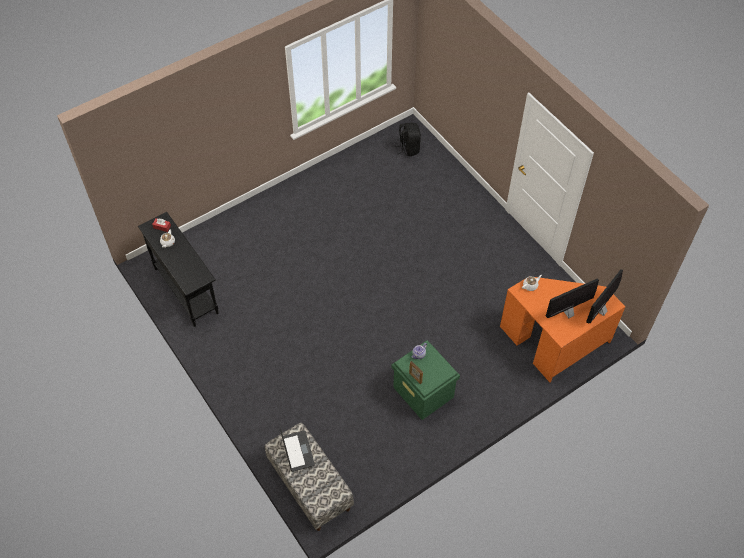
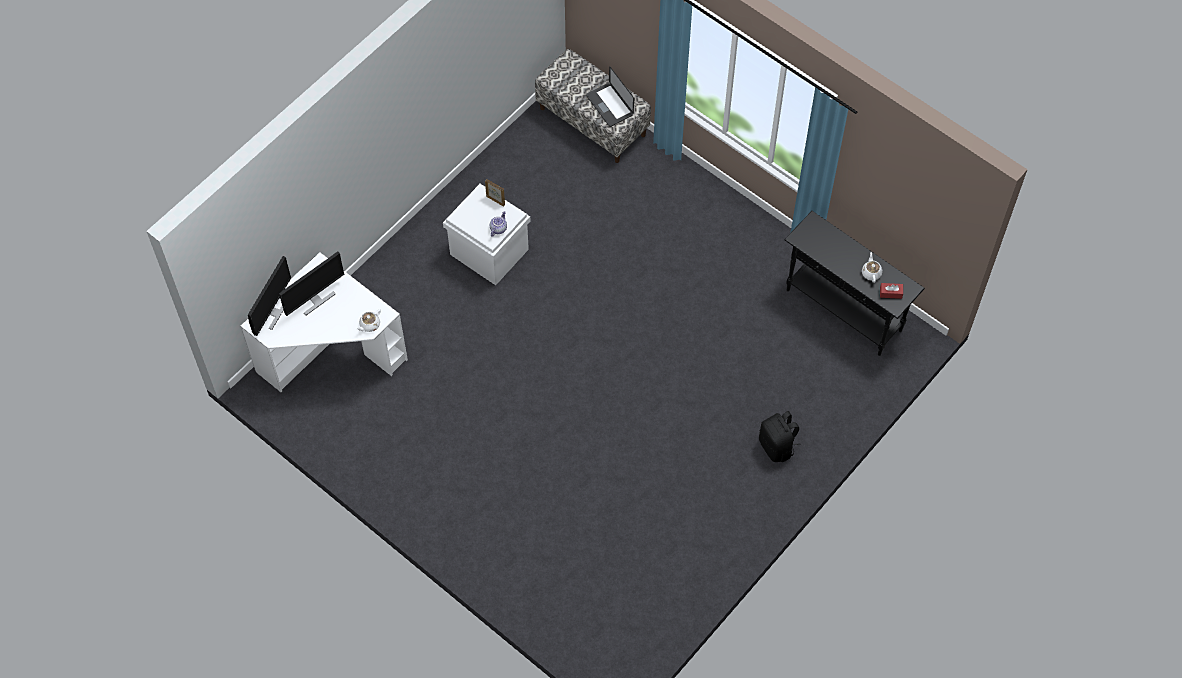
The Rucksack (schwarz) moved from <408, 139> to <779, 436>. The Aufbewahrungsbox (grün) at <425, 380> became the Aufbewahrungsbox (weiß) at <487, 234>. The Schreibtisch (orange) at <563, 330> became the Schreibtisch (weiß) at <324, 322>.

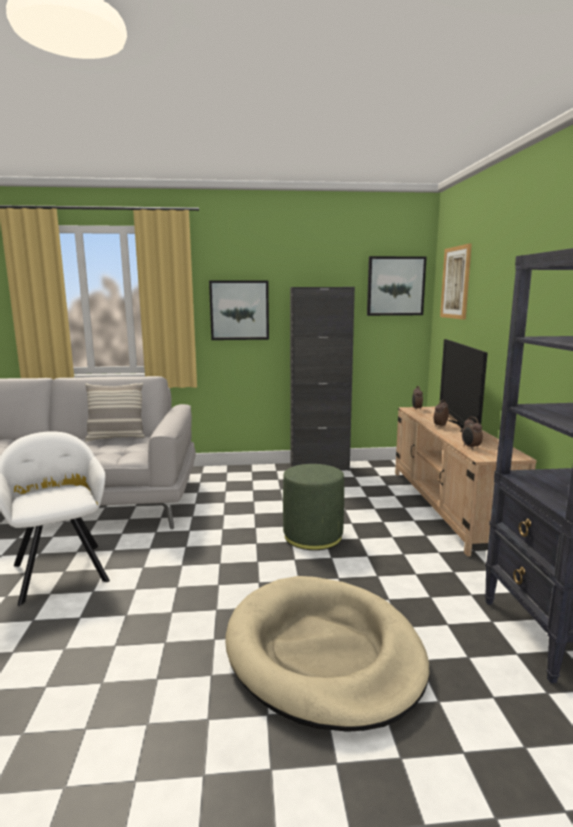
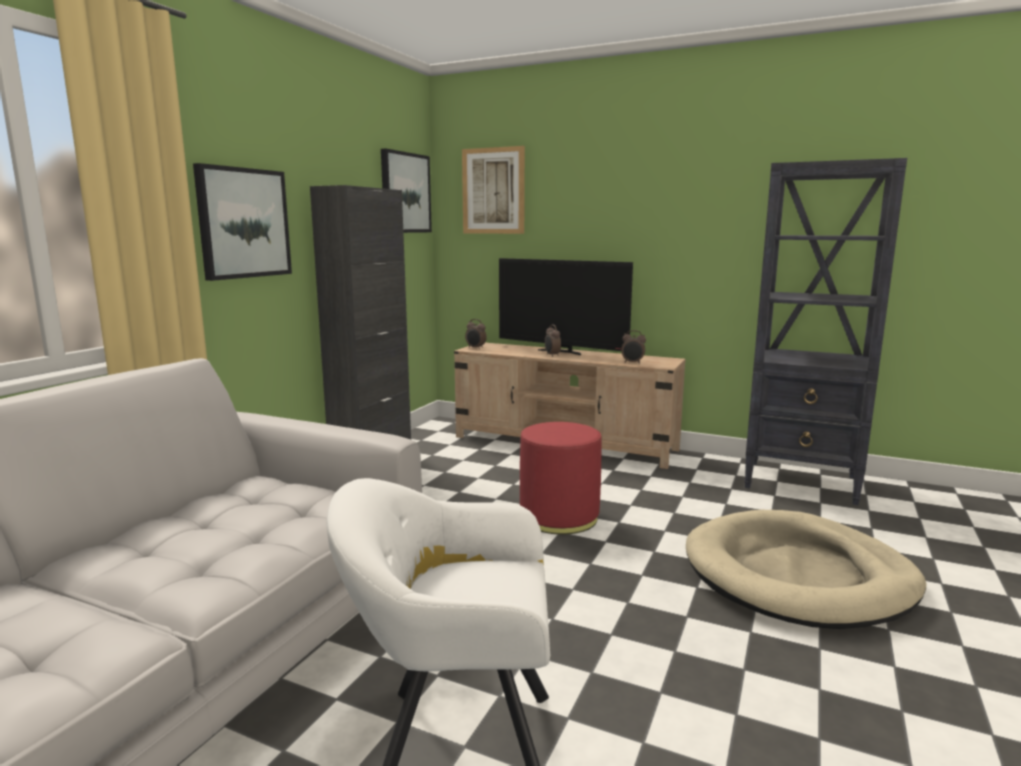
The Kissen at <115, 412> disappeared. The Polsterhocker (grün) at <313, 507> became the Polsterhocker (rot) at <560, 478>.

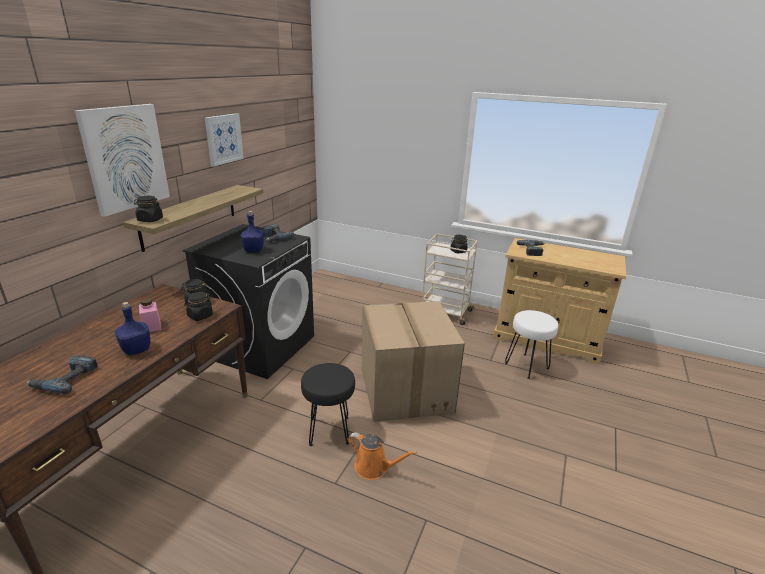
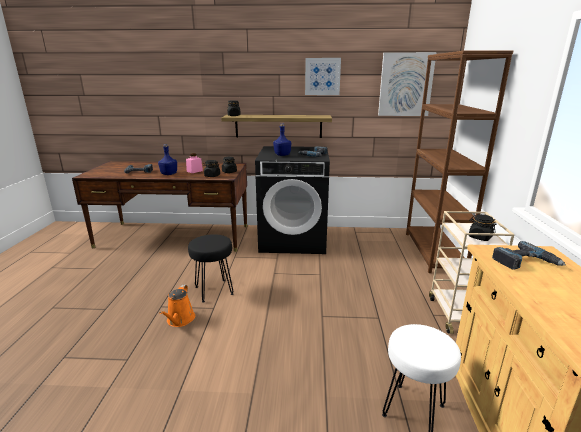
The Karton at <413, 361> disappeared. The Bücherregal (braun) at <460, 161> appeared. The Bild moved from <122, 160> to <407, 84>.

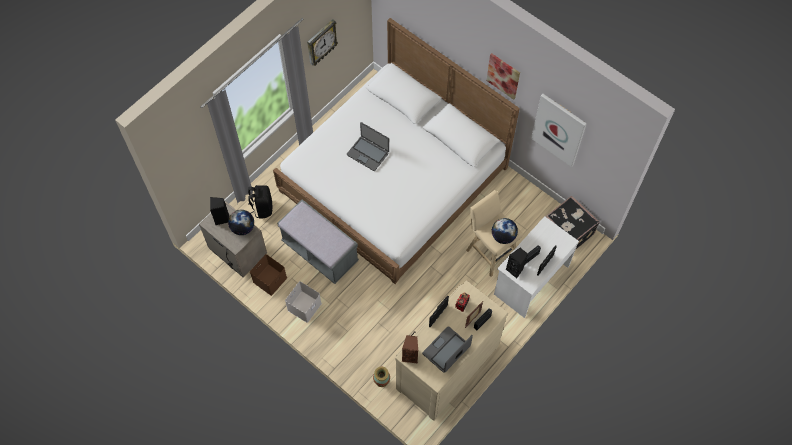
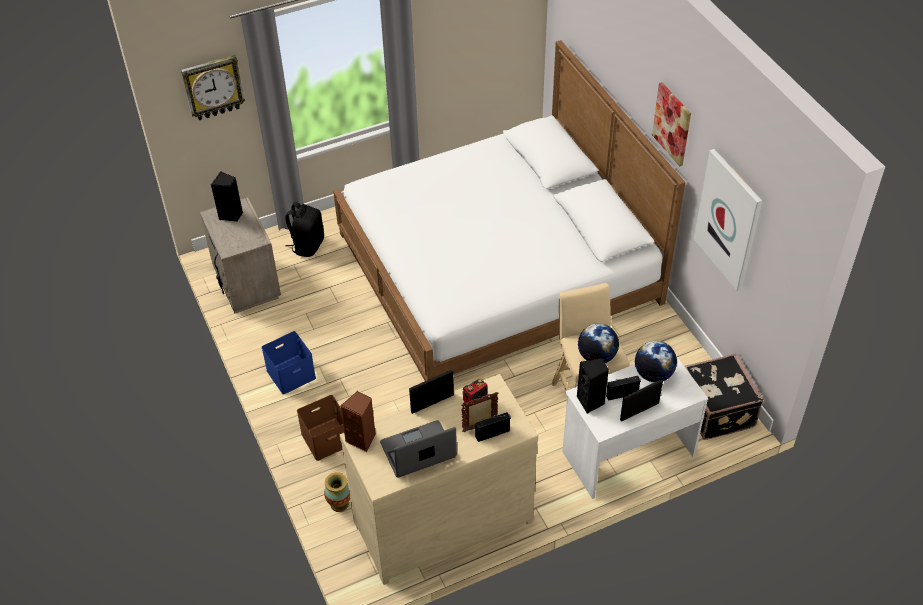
The Bank (grau) at <318, 241> disappeared. The Laptop at <368, 146> disappeared. The Globus moved from <241, 222> to <656, 361>. The Aufbewahrungsbox (braun) moved from <268, 275> to <320, 428>. The Wanduhr moved from <322, 42> to <213, 87>. The Aufbewahrungsbox (weiß) at <303, 302> became the Aufbewahrungsbox (blau) at <289, 363>.

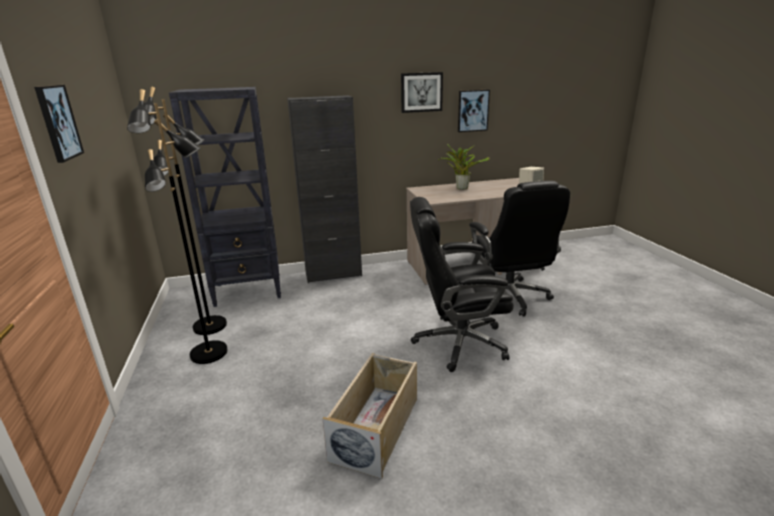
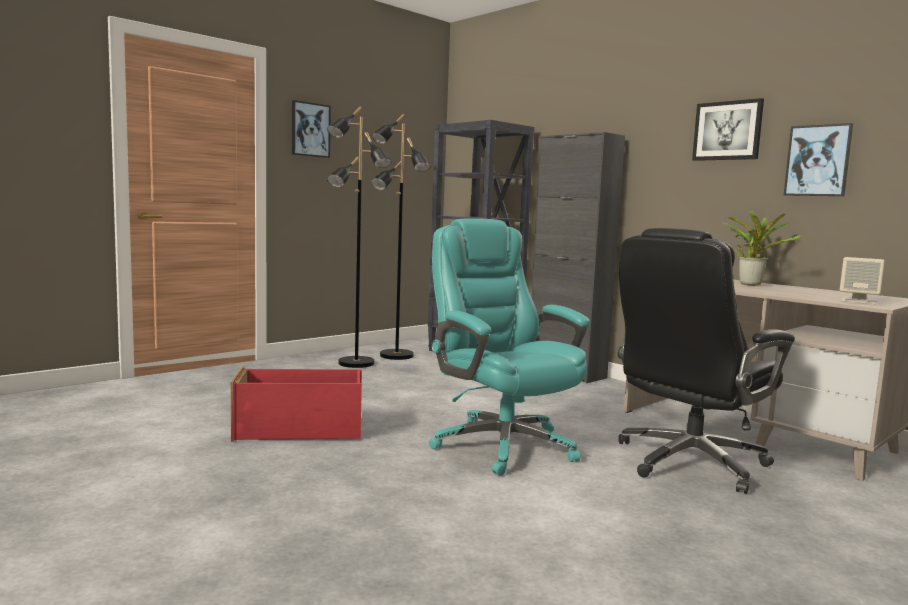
The Aufbewahrungsbox (beige) at <370, 416> became the Aufbewahrungsbox (rot) at <296, 404>. The Bürostuhl (schwarz) at <462, 284> became the Bürostuhl (türkis) at <509, 347>.

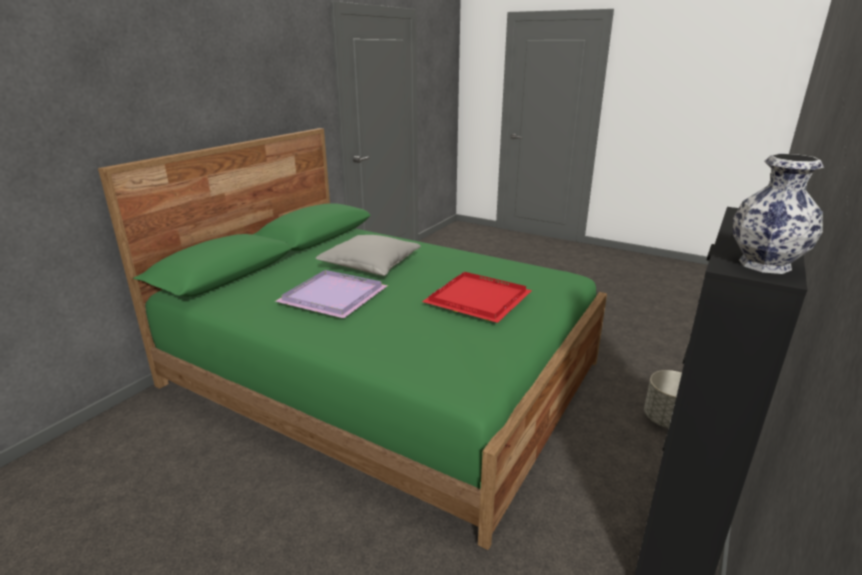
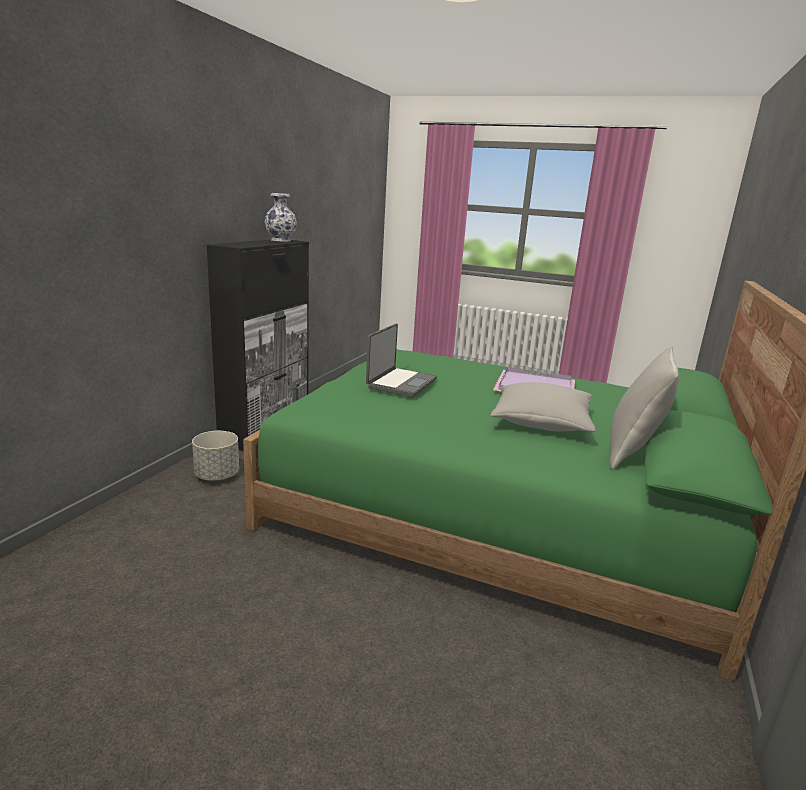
The Kissen (grau) at <644, 408> appeared. The Tablett (rot) at <477, 297> was replaced by the Laptop at <401, 360>.

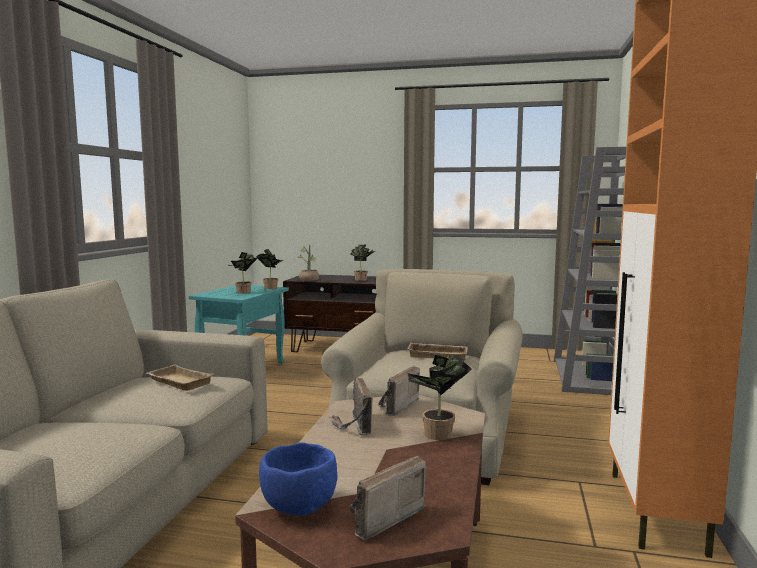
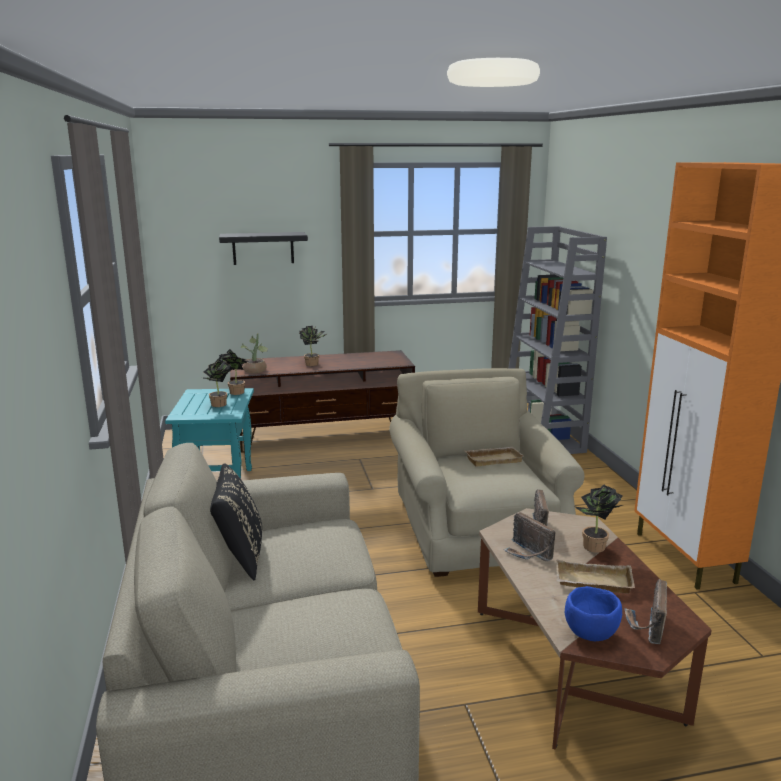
The Kissen (schwarz) at <236, 521> appeared. The Wandregal (schwarz) at <263, 248> appeared. The Tablett (beige) moved from <178, 377> to <595, 577>.

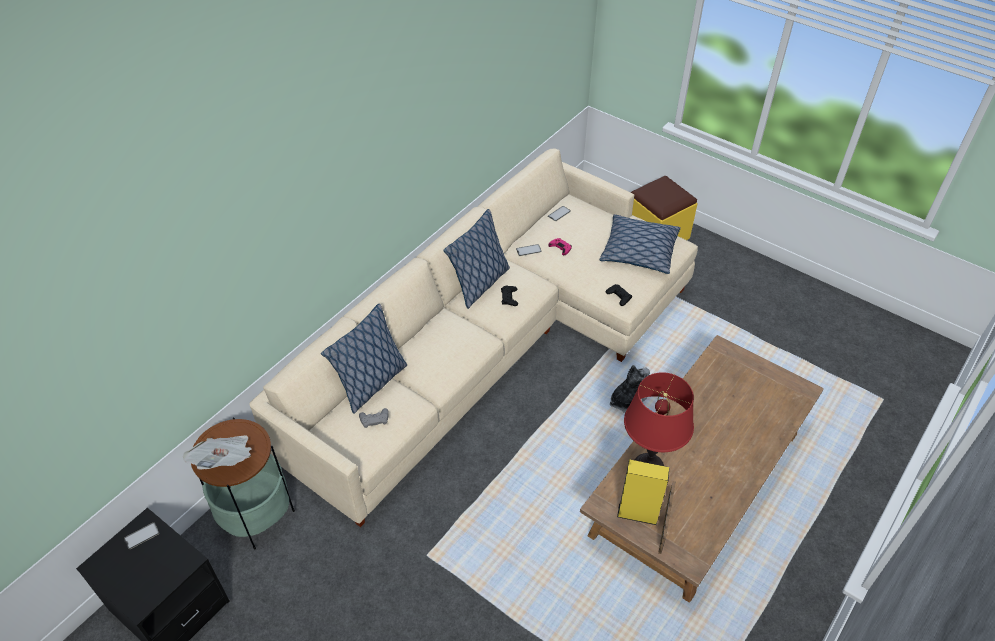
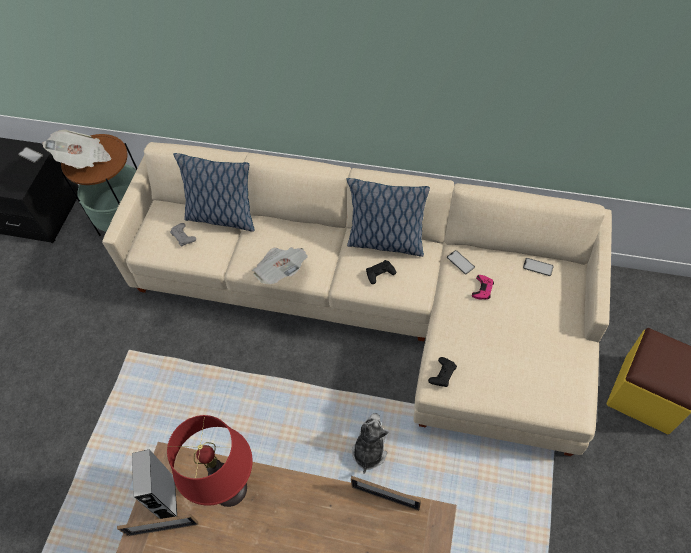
The Kissen at <640, 244> disappeared. The Zeitung at <280, 265> appeared. The Bilderrahmen at <386, 493> appeared. The Lautsprecher (gelb) at <643, 492> became the Lautsprecher (grau) at <154, 484>. The Plüschtier at <630, 389> turned 105 degrees counterclockwise.

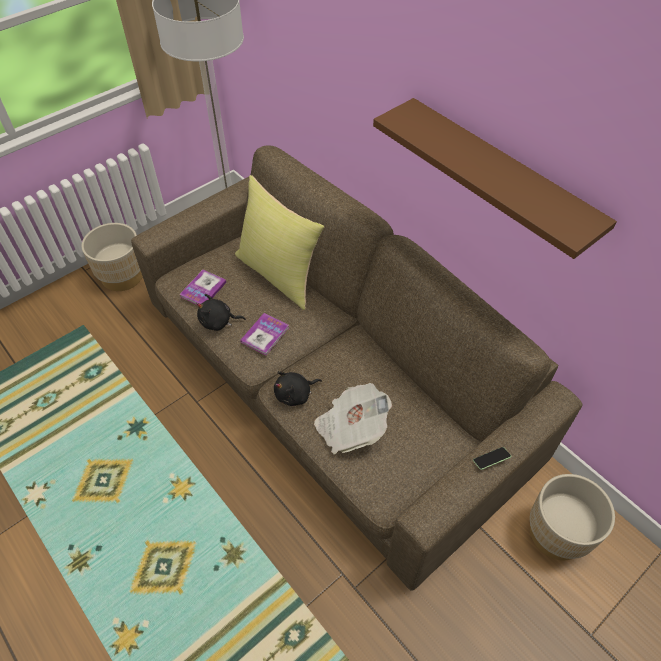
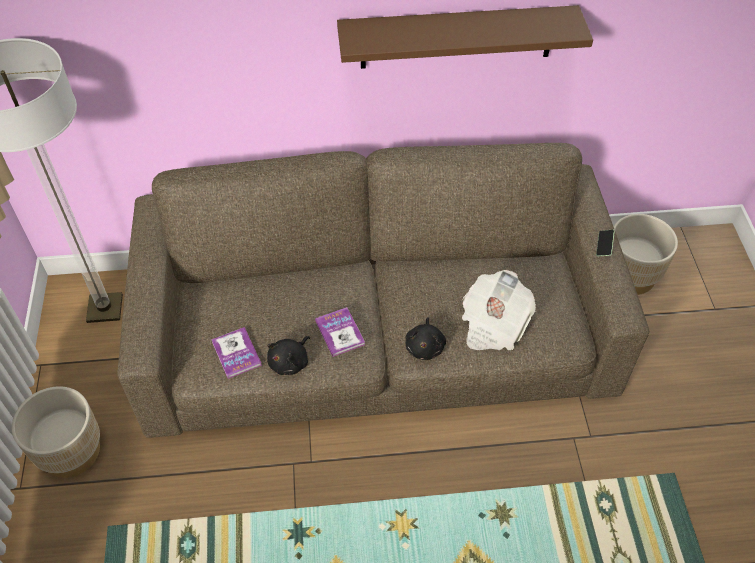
The Kissen (gelb) at <279, 242> disappeared.

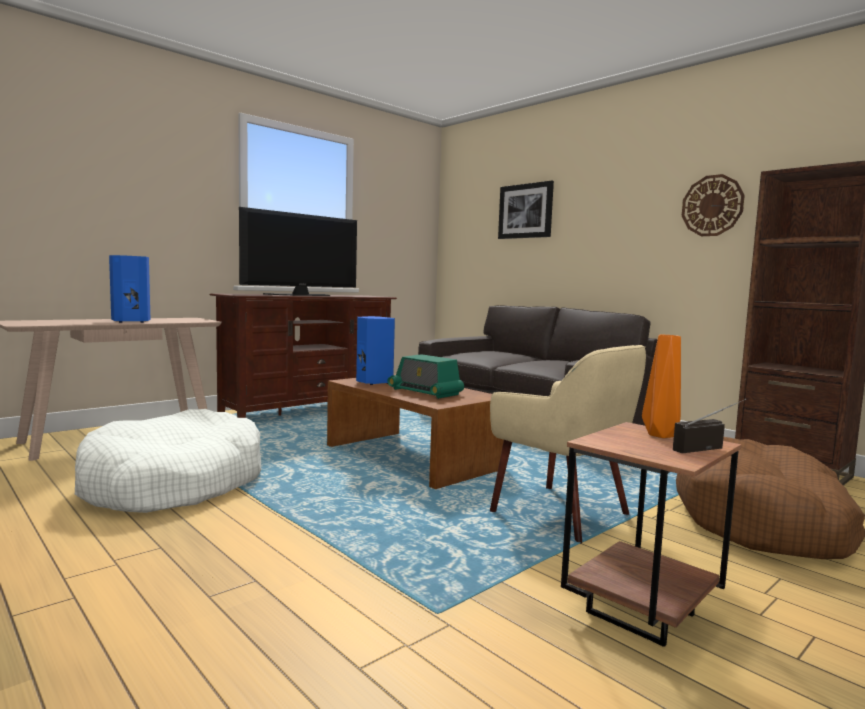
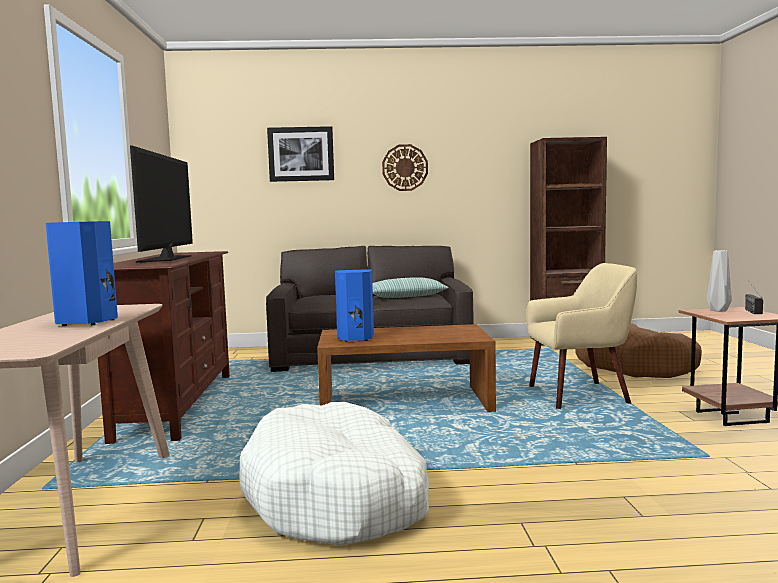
The Radio at <425, 376> disappeared. The Kissen at <410, 288> appeared. The Wanduhr moved from <713, 205> to <405, 167>. The Vase (orange) at <661, 386> became the Vase (grau) at <719, 281>.

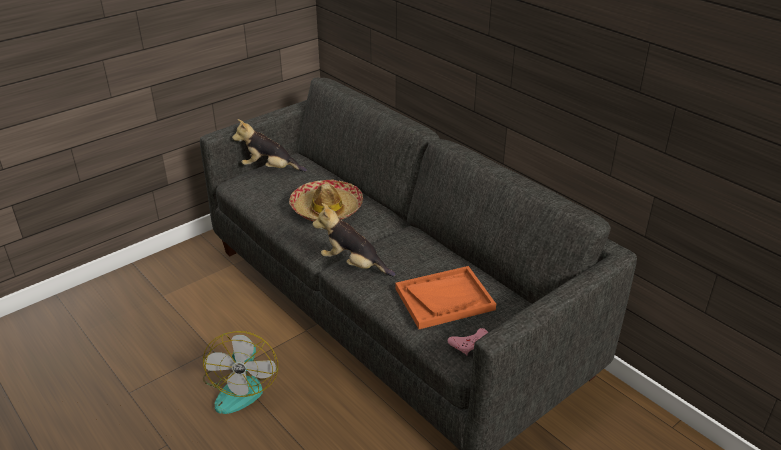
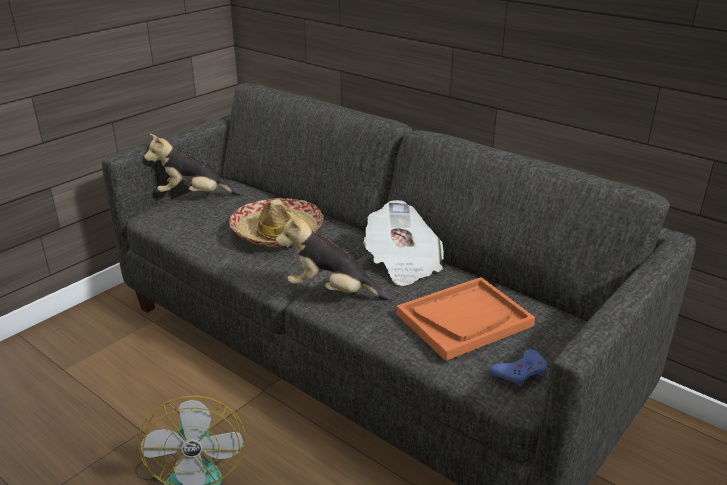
The Zeitung at <403, 243> appeared. The Gamepad (rosa) at <468, 342> became the Gamepad (blau) at <518, 368>.

